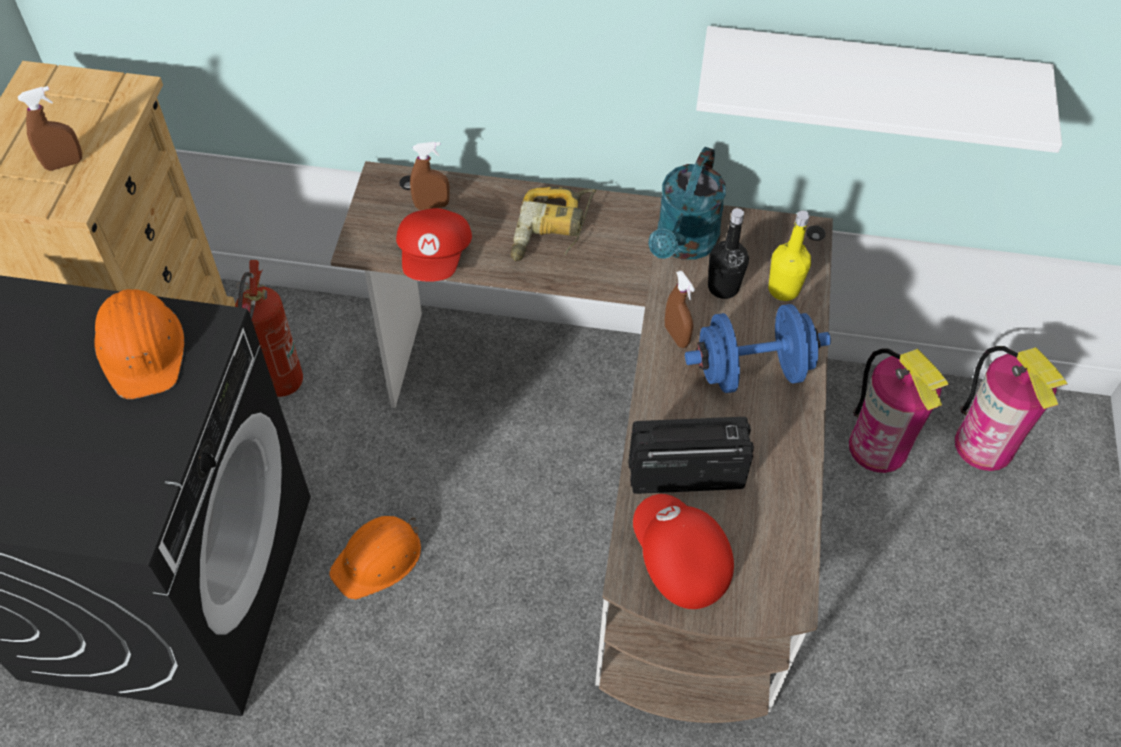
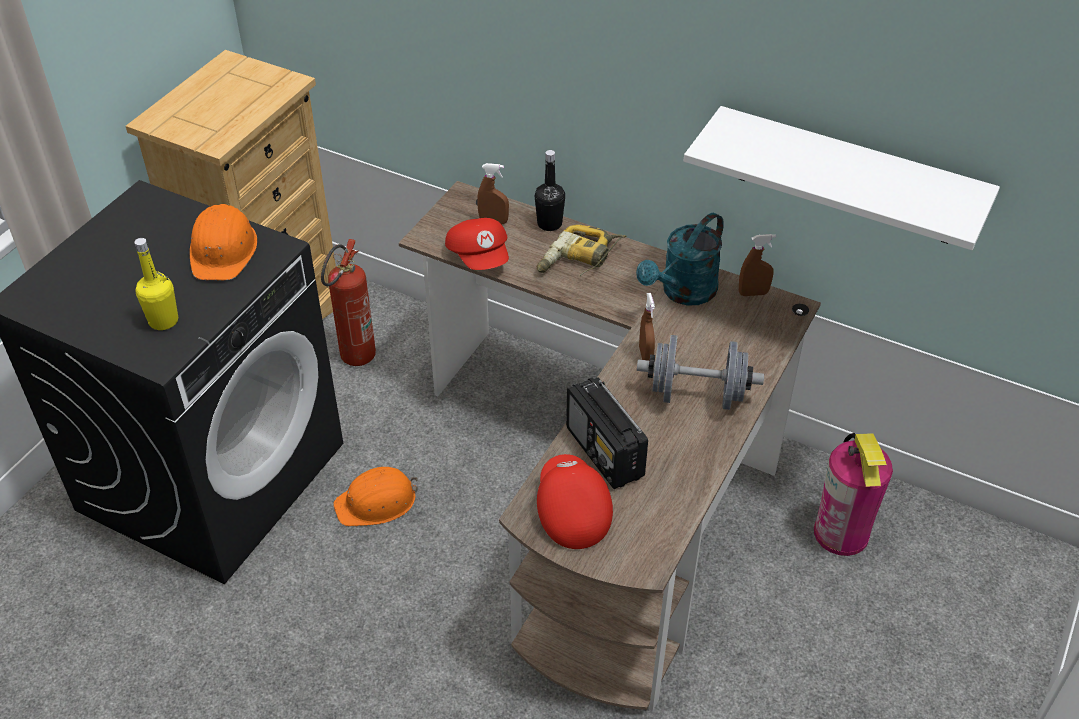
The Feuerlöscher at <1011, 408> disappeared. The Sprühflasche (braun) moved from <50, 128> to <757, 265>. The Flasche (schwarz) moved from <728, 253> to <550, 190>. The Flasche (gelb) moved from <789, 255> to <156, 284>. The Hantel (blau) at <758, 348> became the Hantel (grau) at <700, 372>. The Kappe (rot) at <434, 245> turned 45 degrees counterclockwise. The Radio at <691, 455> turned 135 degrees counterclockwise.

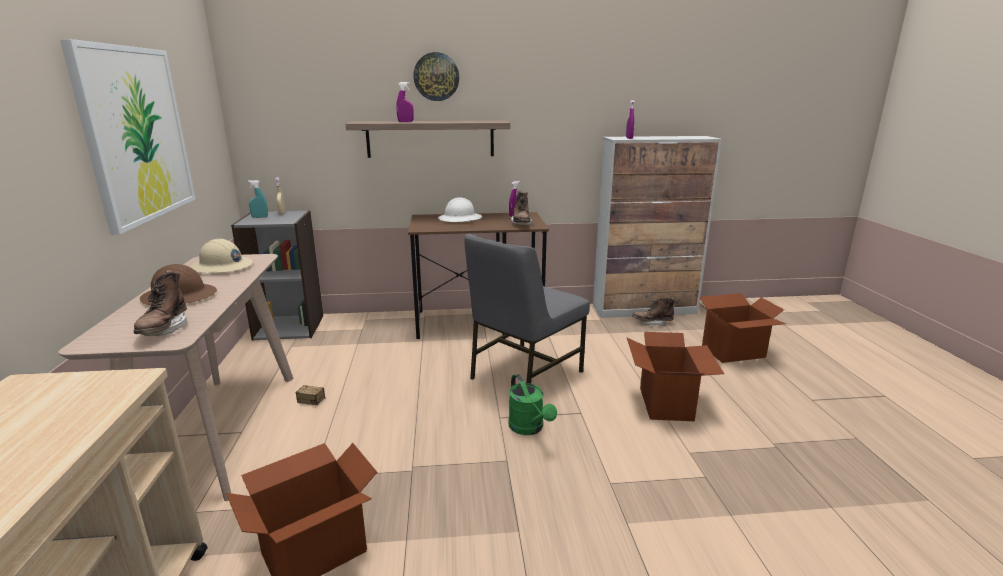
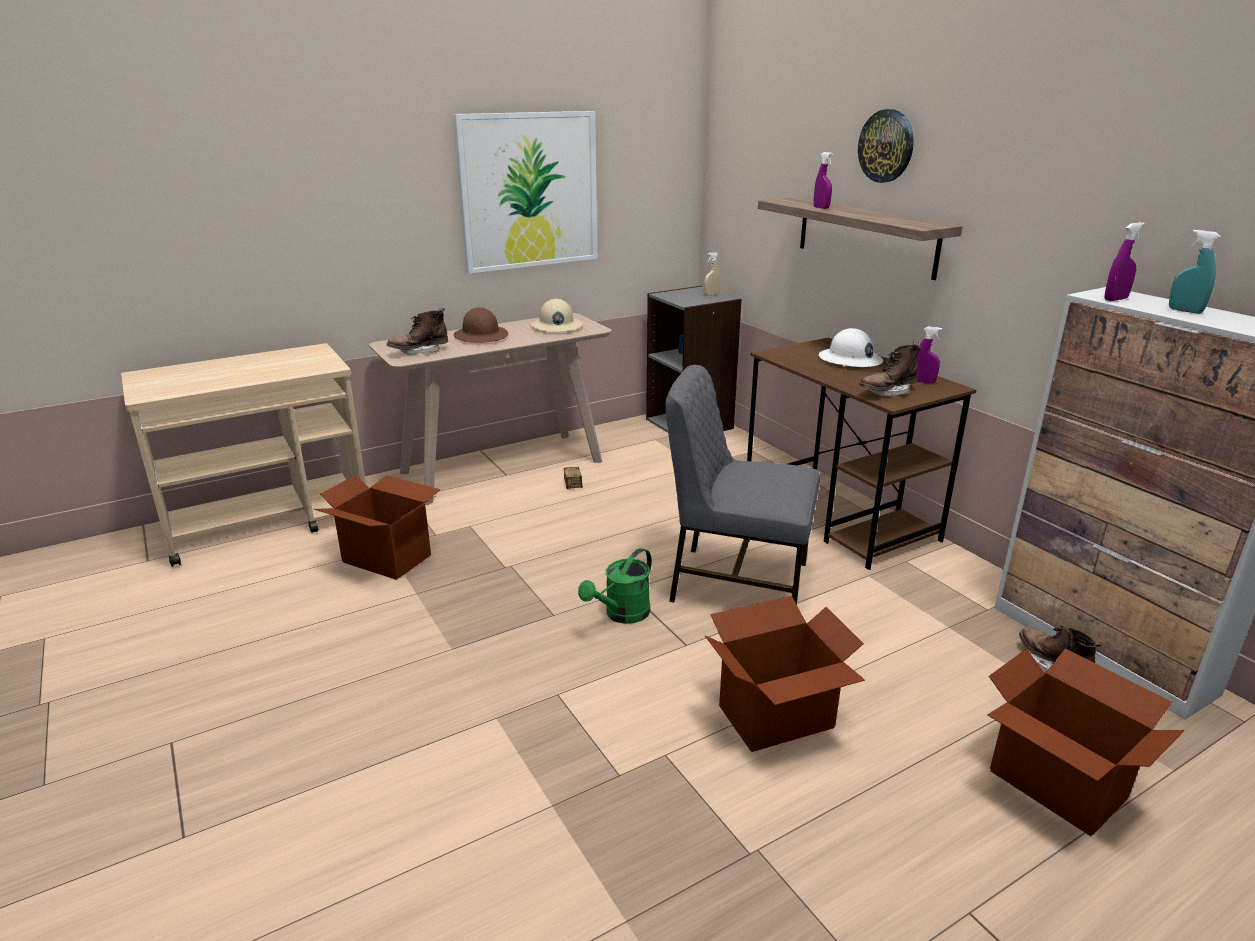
The Sprühflasche (türkis) moved from <258, 199> to <1195, 272>.

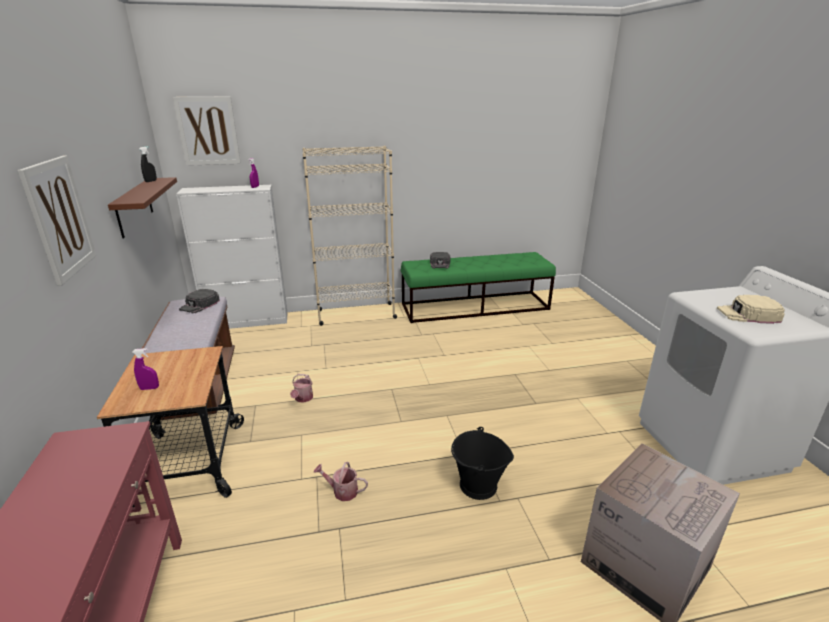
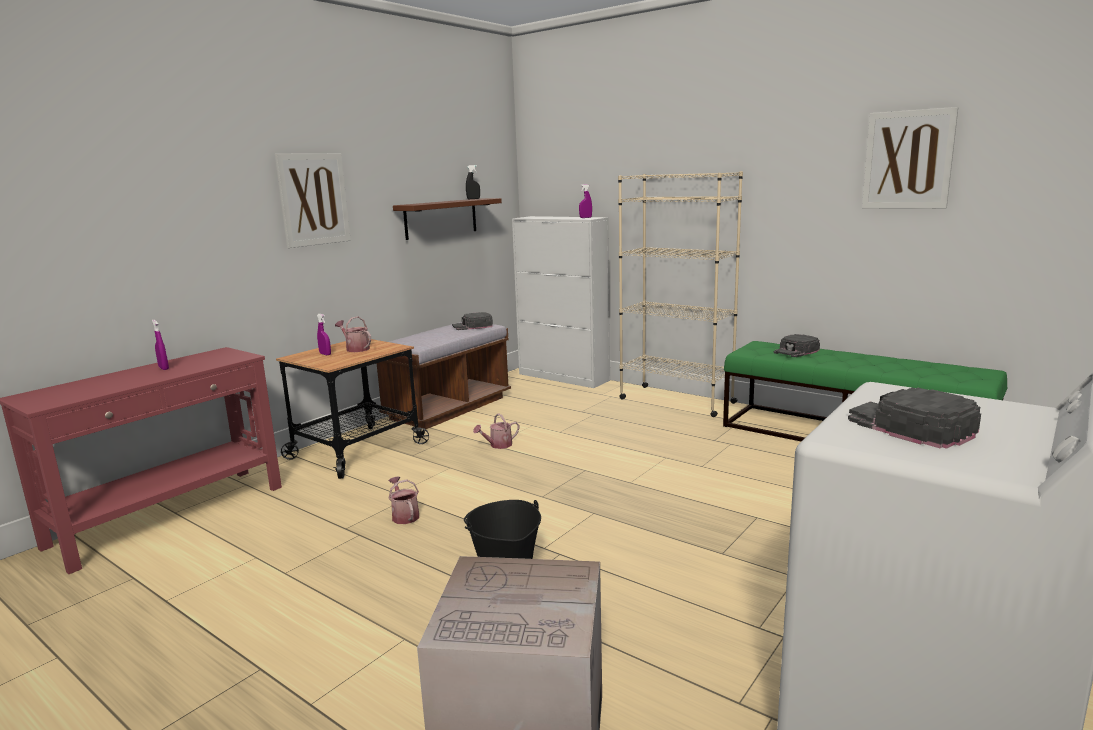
The Sprühflasche (lila) at <160, 345> appeared. The Gießkanne at <353, 334> appeared. The Bild moved from <207, 131> to <910, 158>. The Kappe (beige) at <751, 309> became the Kappe (schwarz) at <914, 418>.

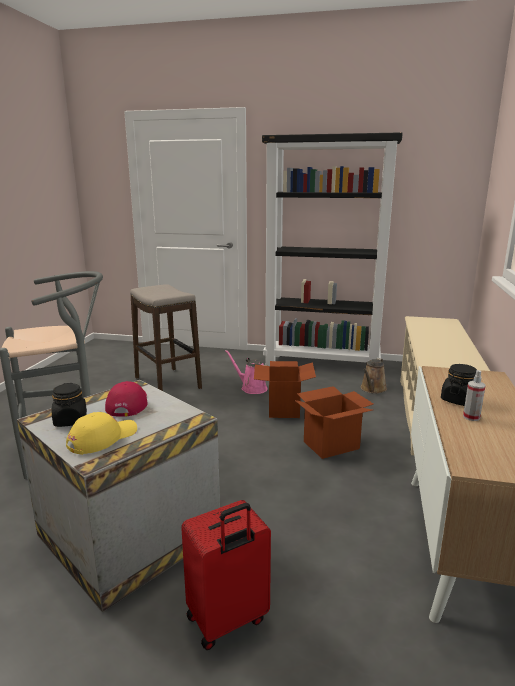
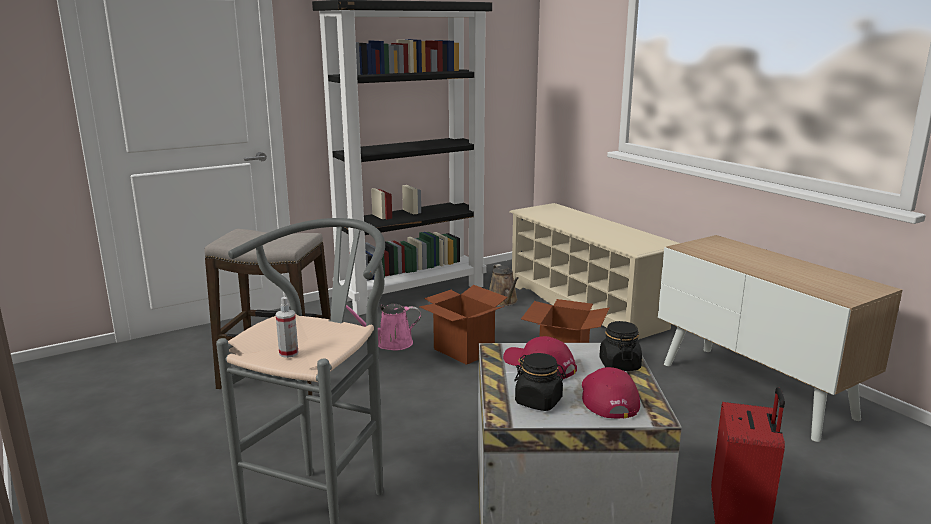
The Vorratsglas (schwarz) moved from <459, 385> to <620, 346>. The Sprühflasche moved from <474, 395> to <287, 327>. The Kappe (gelb) at <101, 433> became the Kappe (rot) at <611, 392>.

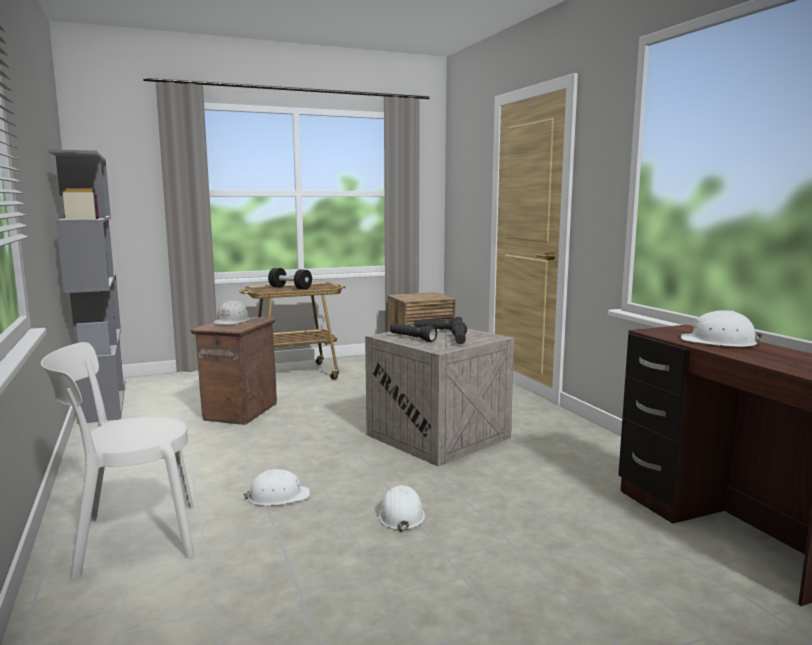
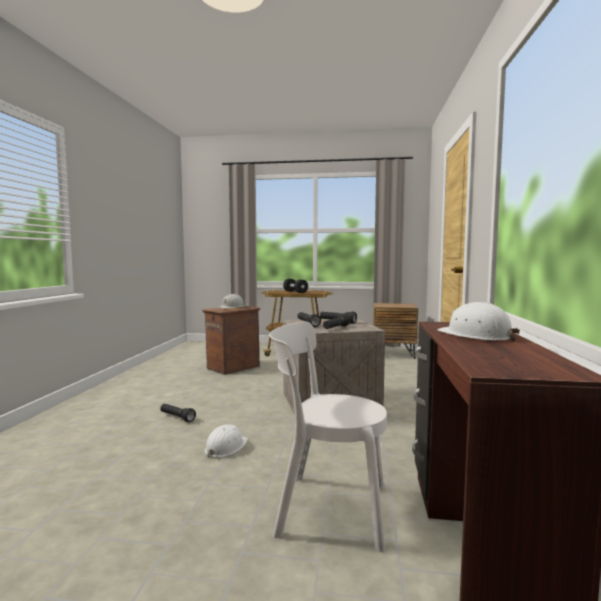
The Bücherregal (grau) at <86, 286> disappeared. The Stuhl (weiß) moved from <118, 460> to <328, 437>. The Schutzhelm (weiß) at <277, 487> was replaced by the Taschenlampe (schwarz) at <178, 413>.

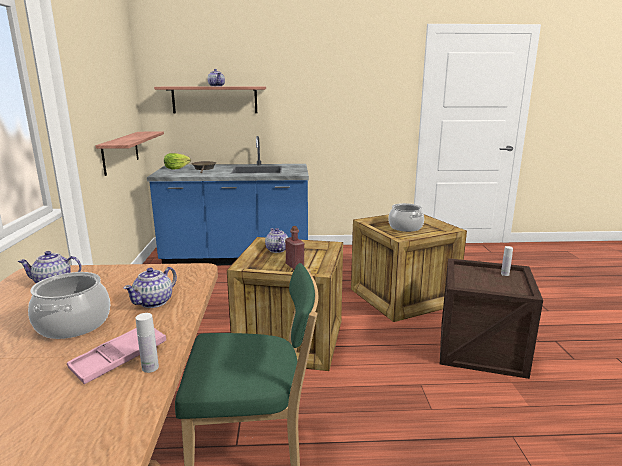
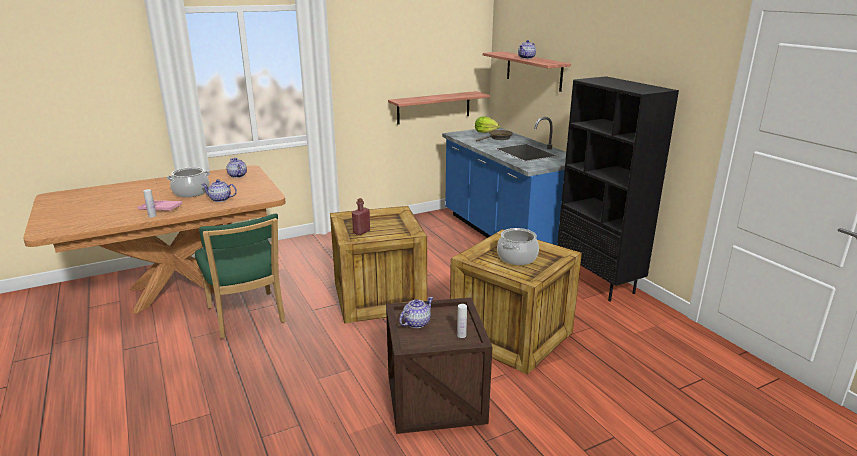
The Bücherregal (schwarz) at <618, 189> appeared. The Teekanne moved from <276, 240> to <416, 312>.

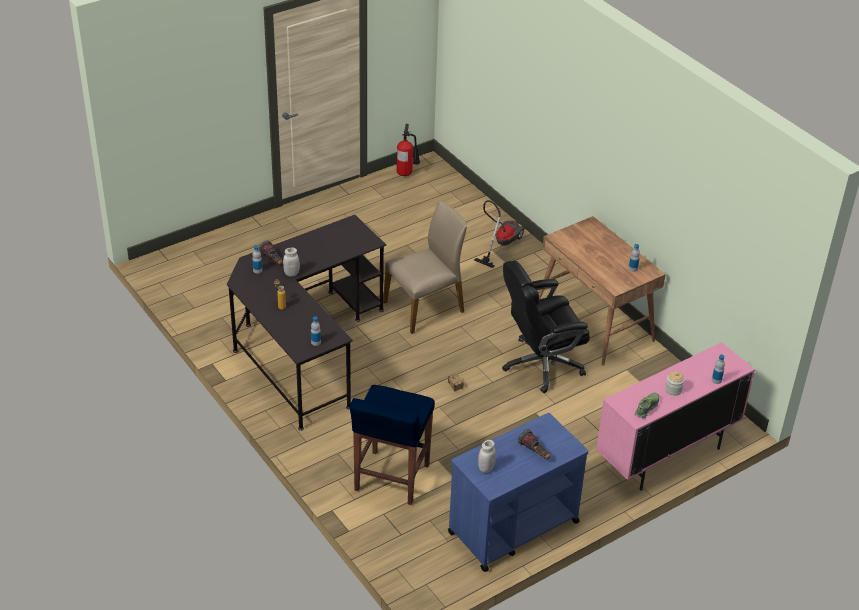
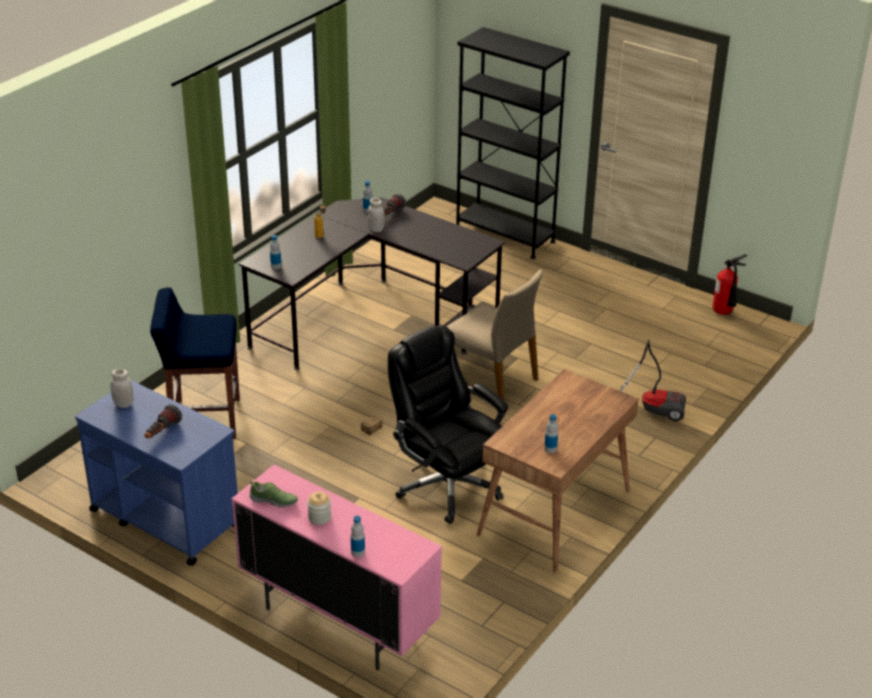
The Bücherregal (schwarz) at <513, 143> appeared.

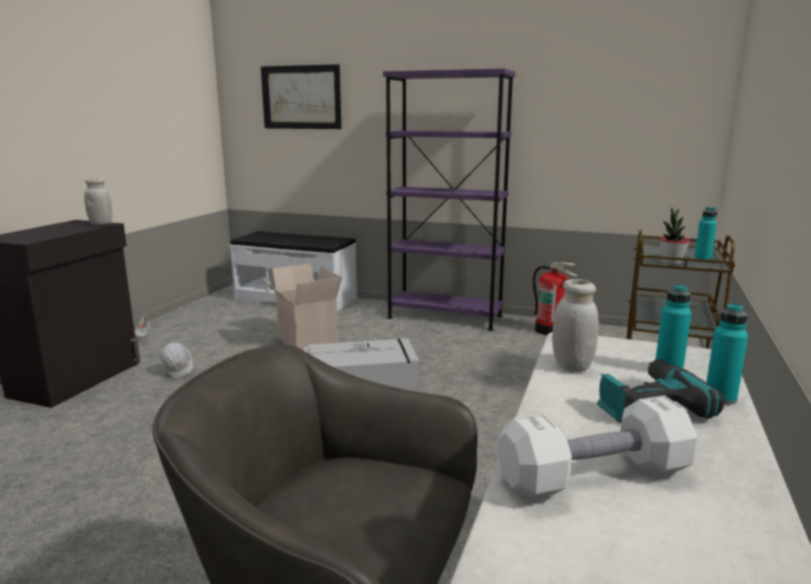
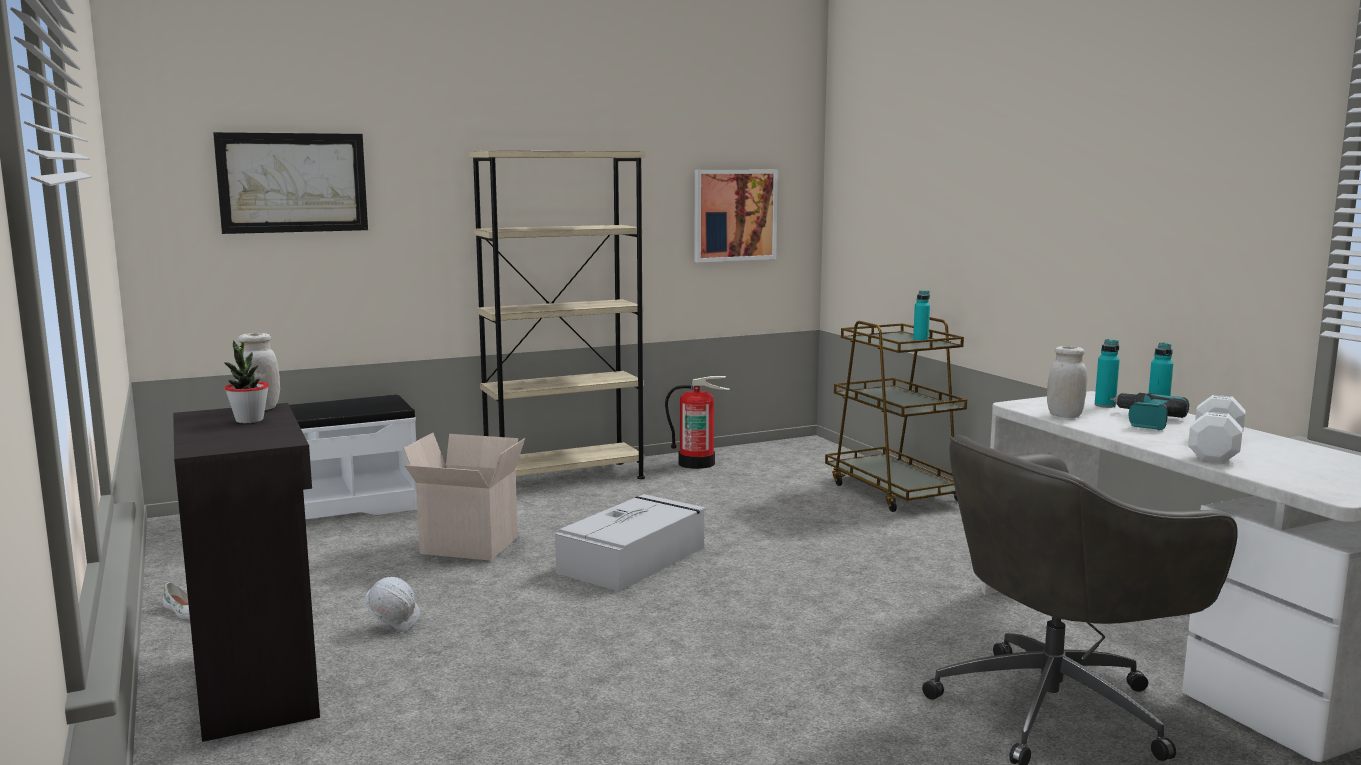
The Bild at <736, 216> appeared. The Topfpflanze moved from <675, 236> to <246, 381>. The Bücherregal (lila) at <449, 200> became the Bücherregal (beige) at <557, 315>.

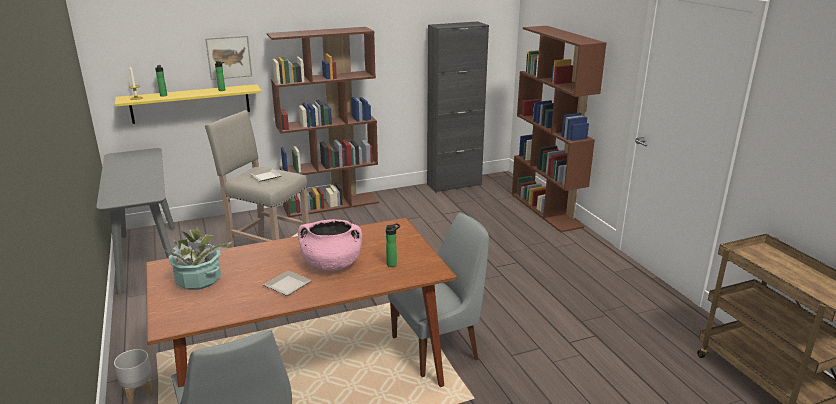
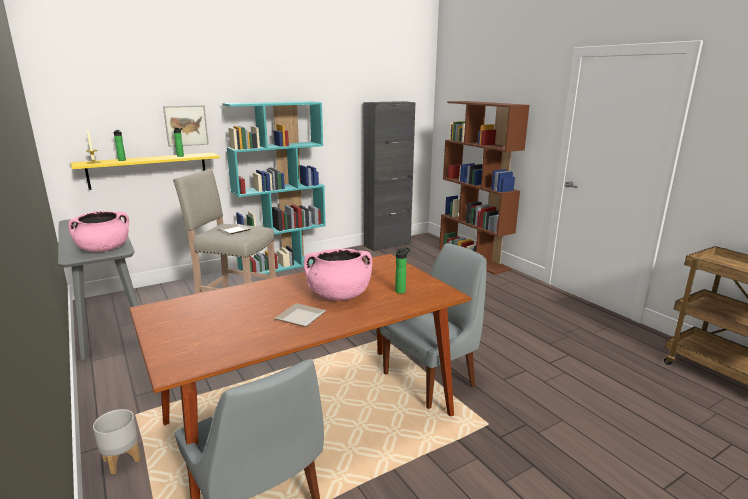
The Topfpflanze at <198, 258> disappeared. The Kochtopf (rosa) at <98, 231> appeared. The Bücherregal (braun) at <323, 122> became the Bücherregal (türkis) at <274, 189>.

